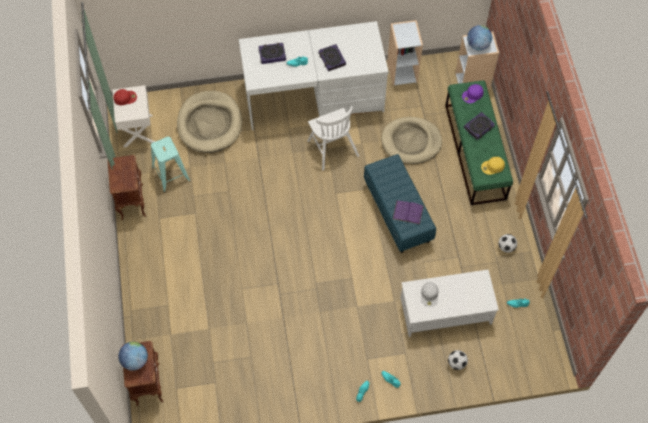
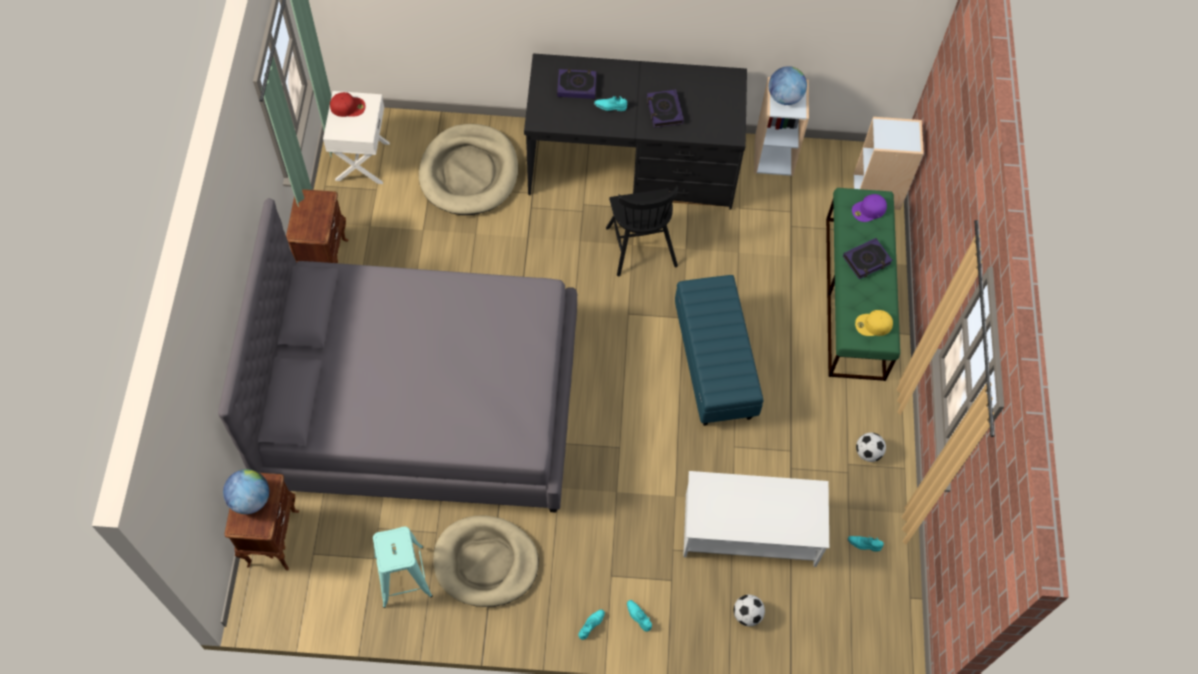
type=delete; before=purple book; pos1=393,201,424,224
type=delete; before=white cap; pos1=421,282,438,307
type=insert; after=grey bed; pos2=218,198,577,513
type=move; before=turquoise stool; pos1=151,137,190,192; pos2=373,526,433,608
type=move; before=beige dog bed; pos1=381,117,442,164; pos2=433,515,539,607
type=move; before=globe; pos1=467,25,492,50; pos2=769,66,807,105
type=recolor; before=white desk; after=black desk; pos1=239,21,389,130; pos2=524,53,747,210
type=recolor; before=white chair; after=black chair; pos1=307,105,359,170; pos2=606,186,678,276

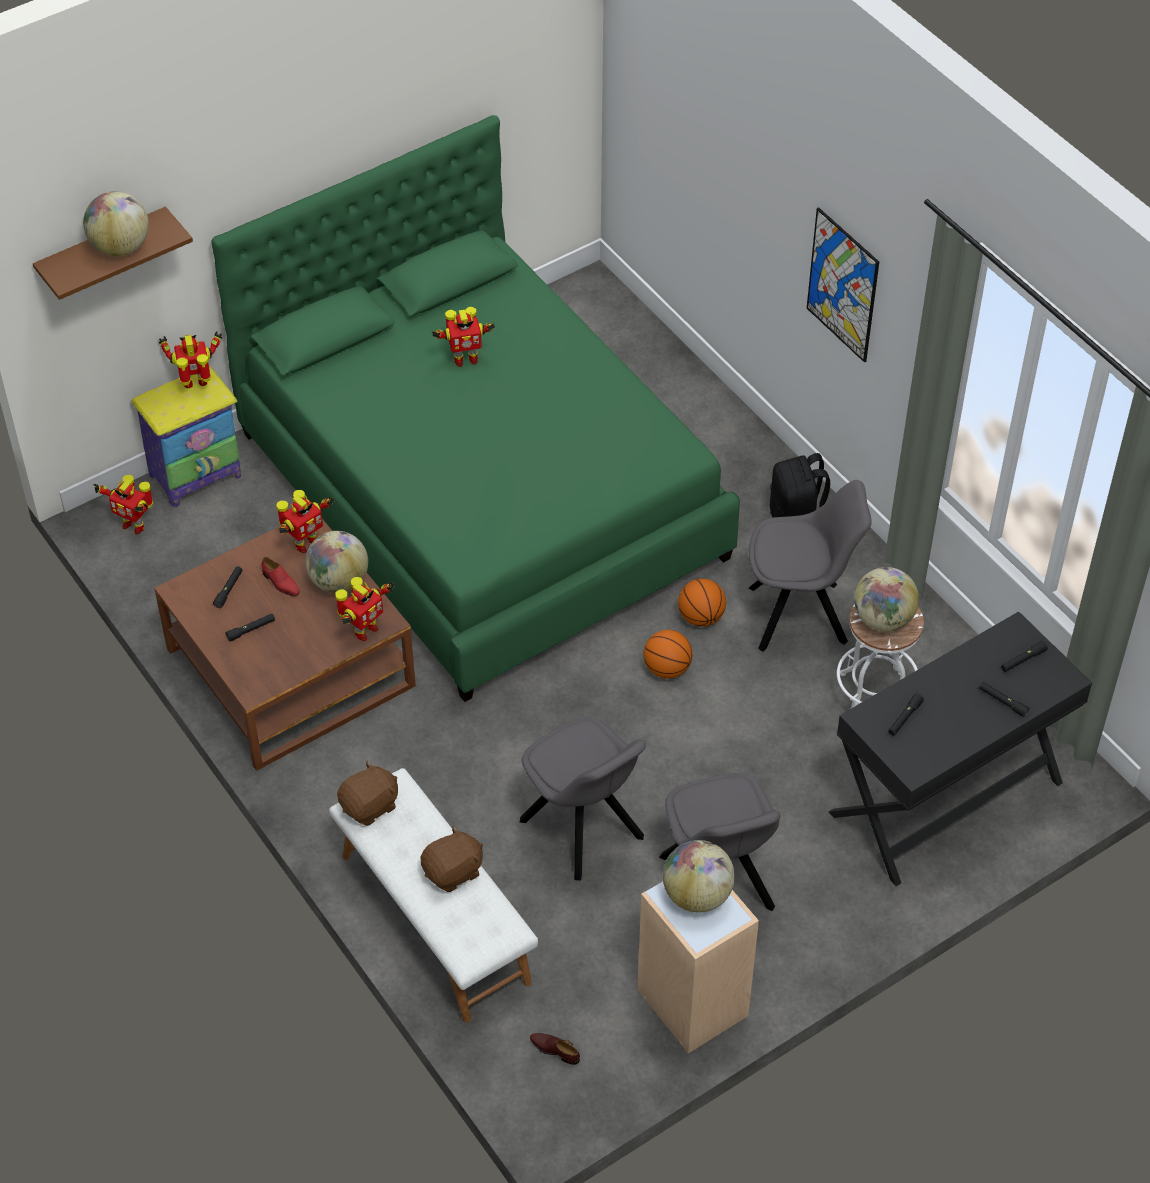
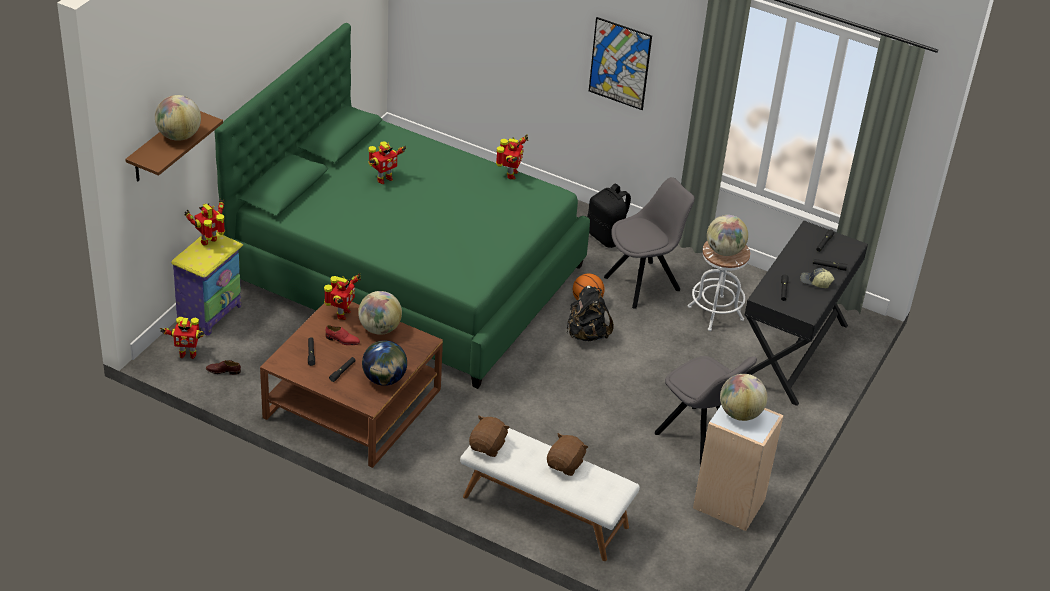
type=delete; before=grey chair; pos1=520,717,646,880
type=insert; after=globe; pos2=362,340,407,386
type=insert; after=cap; pos2=800,268,834,288
type=move; before=toy robot; pos1=335,577,394,641; pos2=496,134,528,179
type=move; before=brown shoe; pos1=530,1033,580,1065; pos2=206,360,241,375
type=replace; before=basketball; after=black backpack; pos1=644,630,692,679; pos2=567,286,614,341

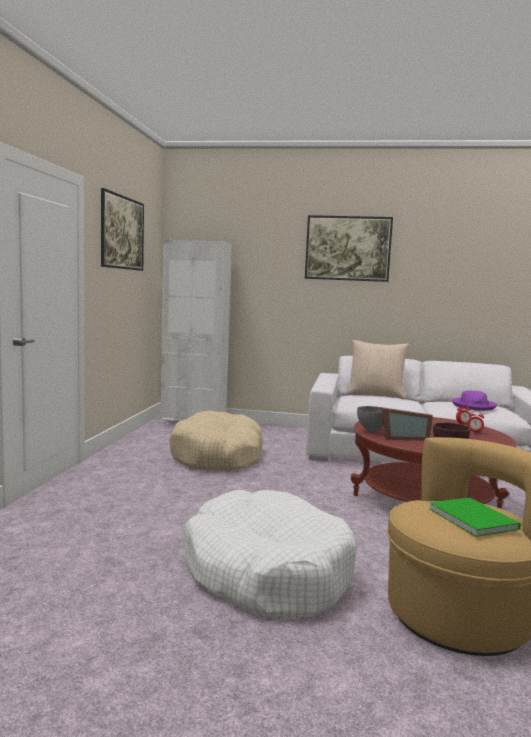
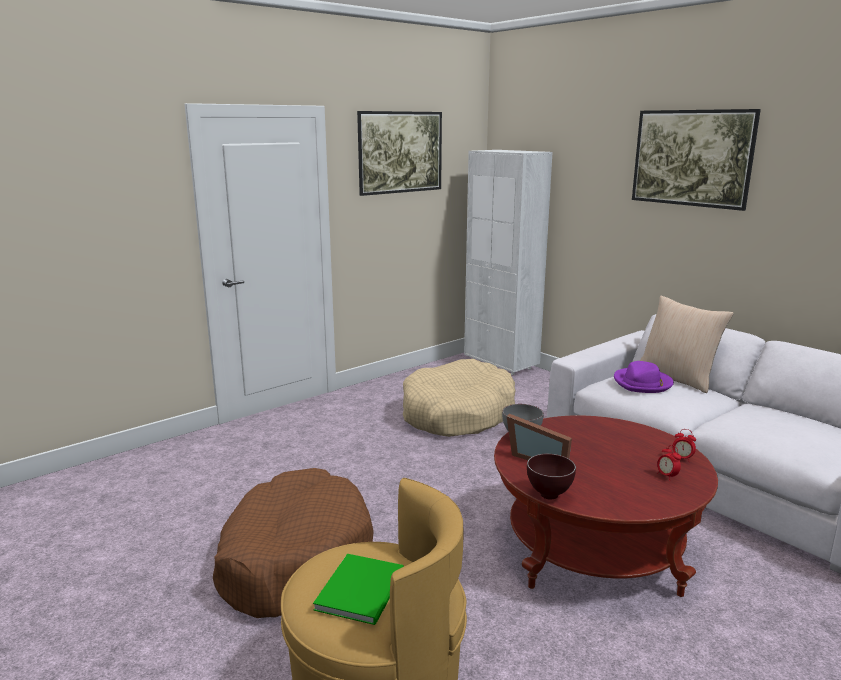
type=move; before=purple hat; pos1=451,390,497,411; pos2=614,361,674,393
type=recolor; before=white dog bed; after=brown dog bed; pos1=183,490,357,620; pos2=213,468,374,618

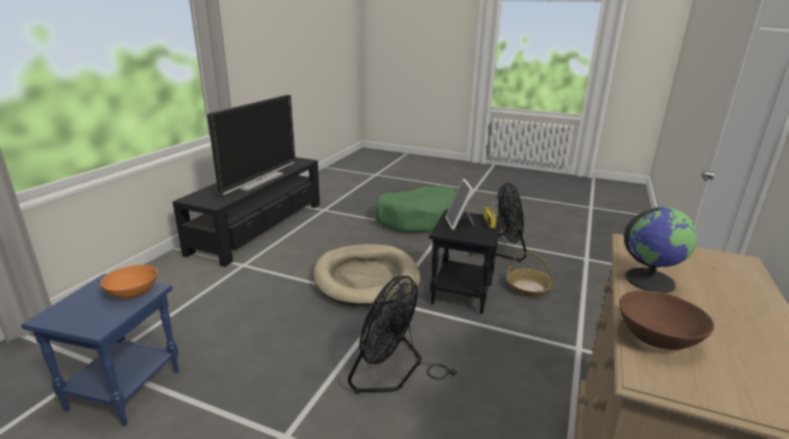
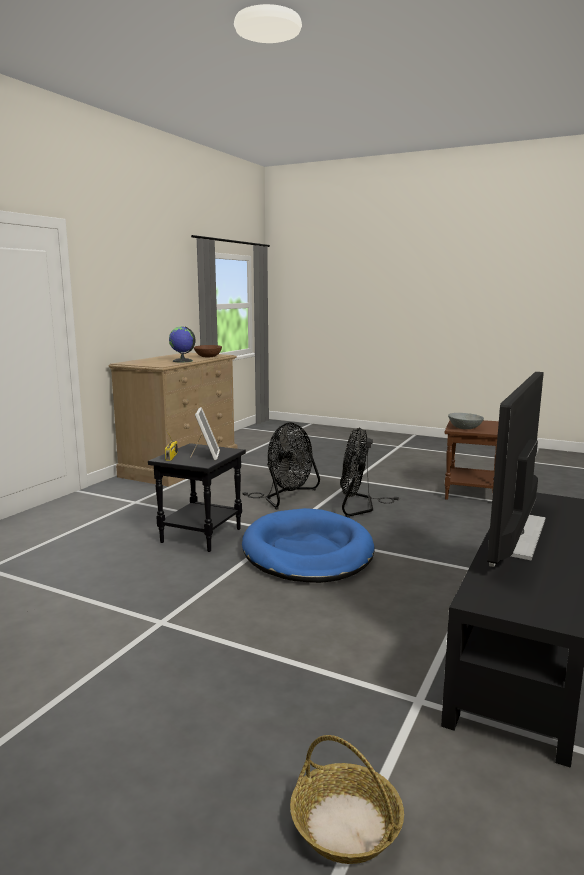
type=delete; before=green dog bed; pos1=375,185,456,233
type=move; before=black fan; pos1=467,183,527,263; pos2=340,428,400,518
type=move; before=basket; pos1=507,252,553,297; pos2=290,735,404,864
type=recolor; before=blue side table; after=brown side table; pos1=21,274,179,426; pos2=444,420,499,500
type=recolor; before=orange bowl; after=grey bowl; pos1=100,265,158,299; pos2=448,413,484,429
type=recolor; before=beige dog bed; after=blue dog bed; pos1=313,244,420,306; pos2=242,508,375,583

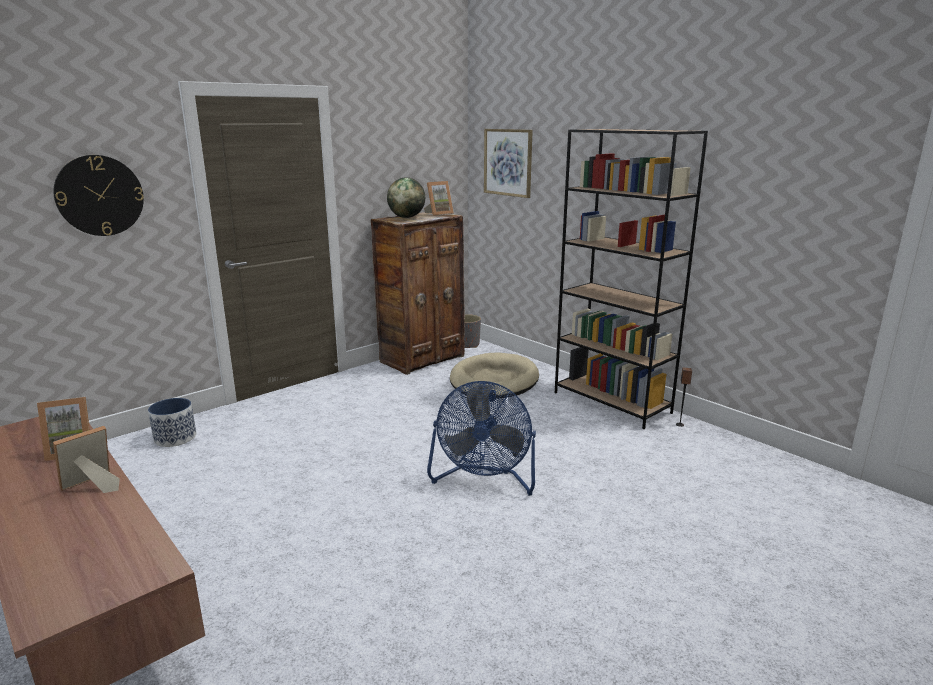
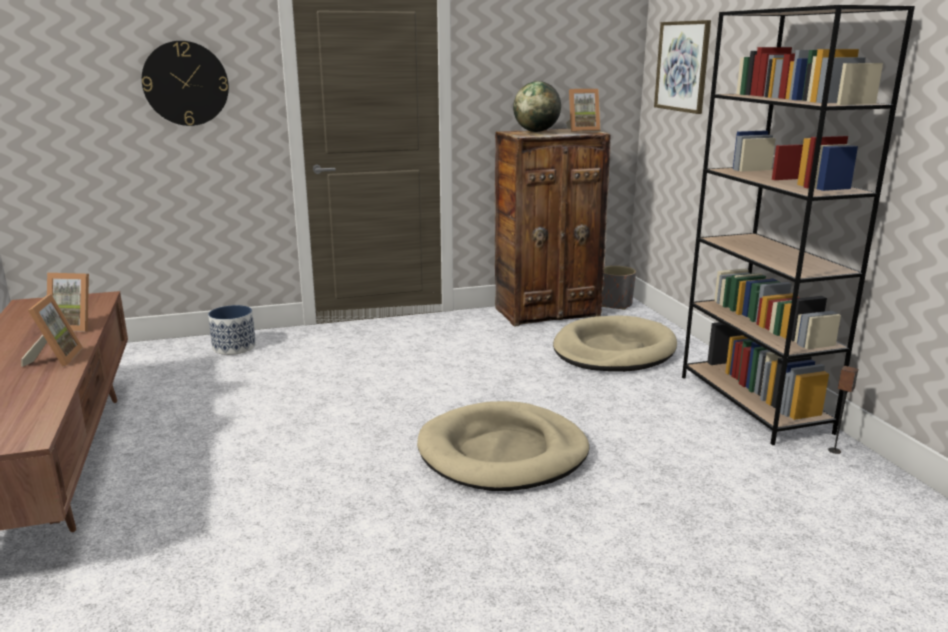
type=replace; before=blue fan; after=beige dog bed; pos1=427,381,536,496; pos2=417,401,589,491
type=rotate; before=picture frame; pos1=53,426,120,493; pos2=21,294,83,367; turn=105

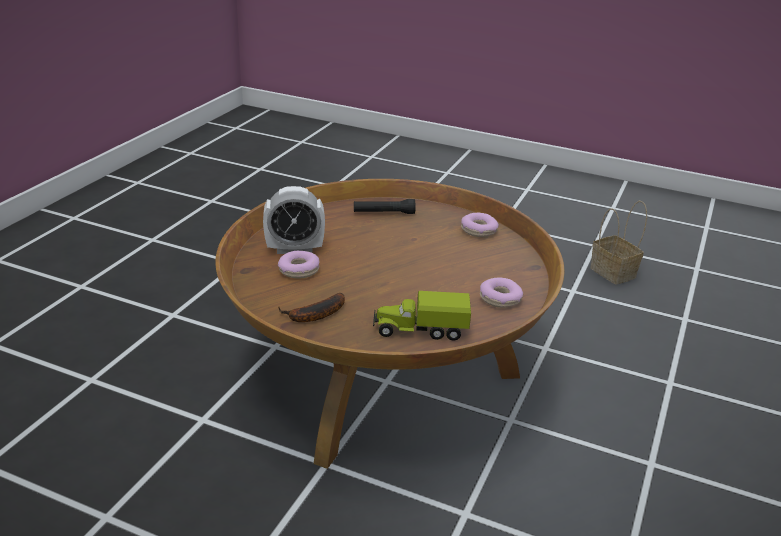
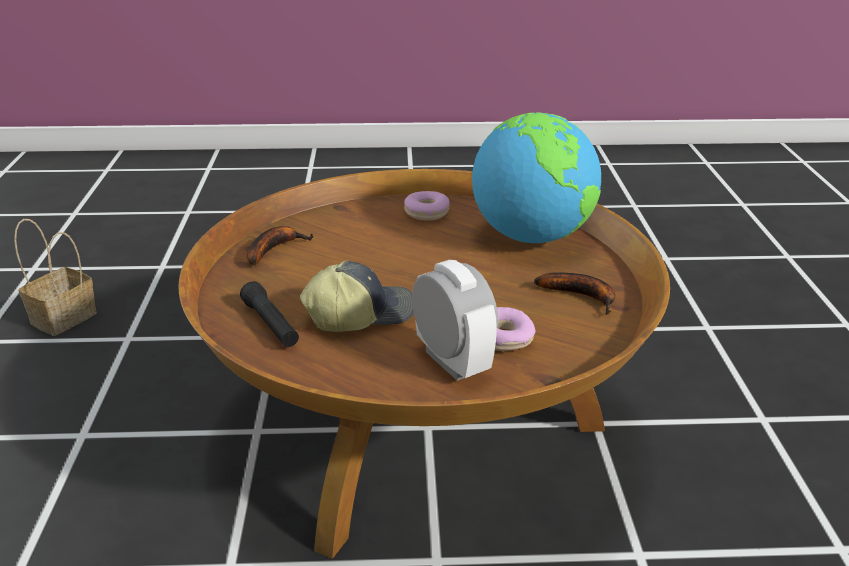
type=insert; after=cap; pos2=300,261,414,332
type=replace; before=toy truck; after=globe; pos1=373,291,471,341; pos2=472,113,601,243
type=replace; before=donut; after=banana; pos1=461,213,499,237; pos2=247,226,314,265

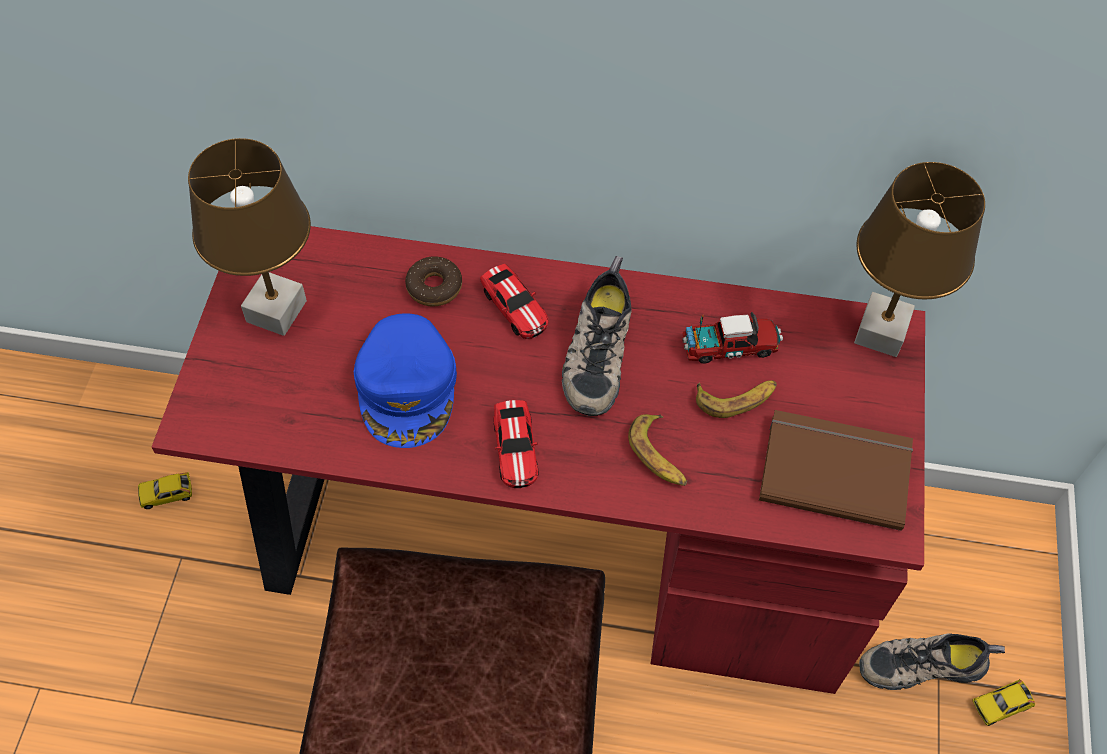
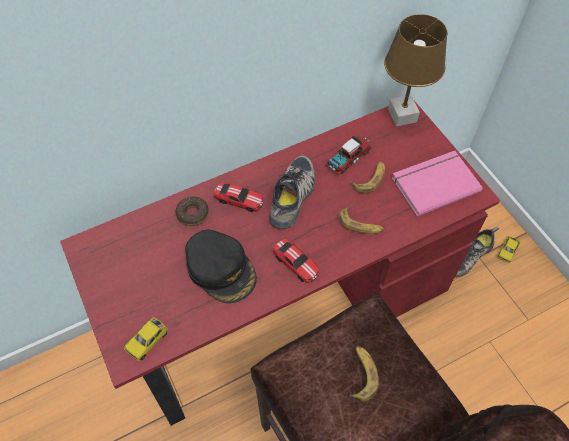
type=delete; before=brown table lamp; pos1=188,138,311,336
type=insert; after=banana; pos2=349,346,379,401
type=move; before=toy car; pos1=138,472,192,509; pos2=124,317,168,361
type=recolor; before=blue cap; after=black cap; pos1=354,313,457,448; pos2=185,230,257,303
type=recolor; before=brown book; after=pink book; pos1=759,410,913,531; pos2=392,151,483,216
type=rotate; before=shoe; pos1=562,256,631,416; pos2=269,155,315,229; turn=-135

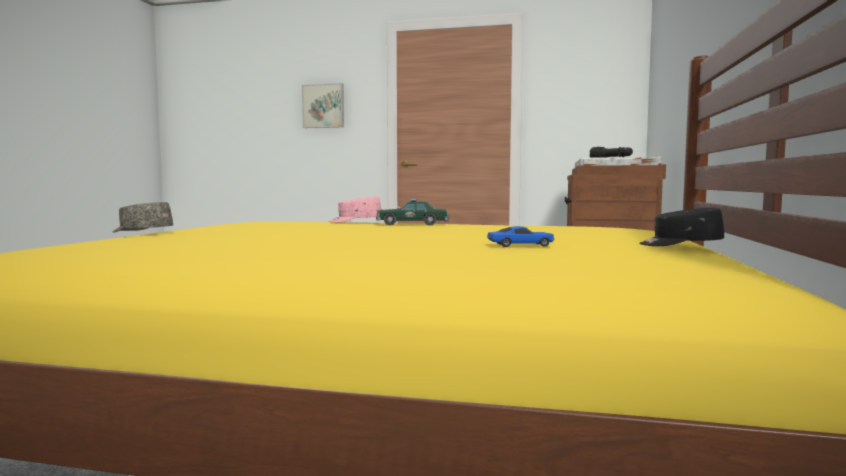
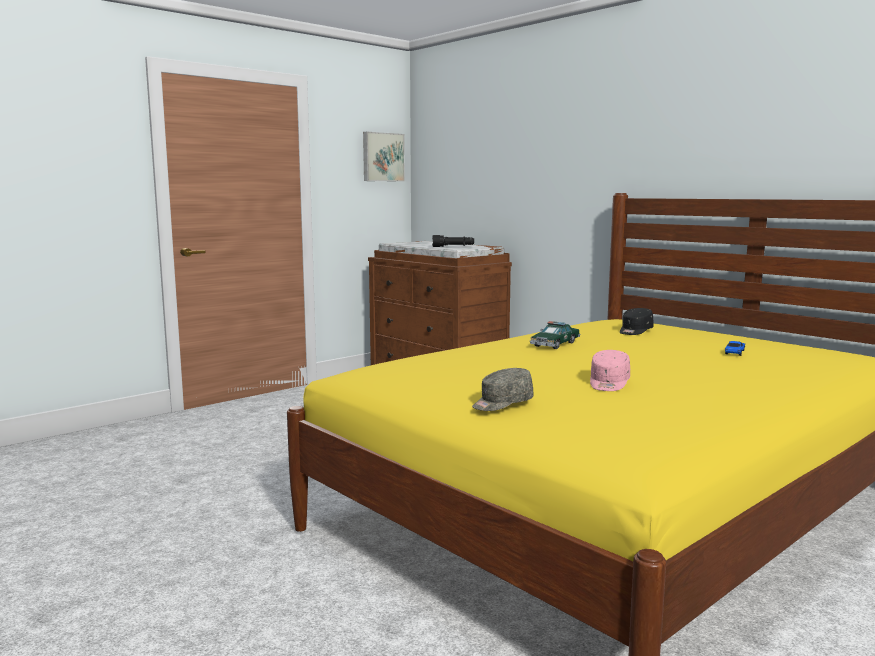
type=move; before=picture; pos1=302,83,344,128; pos2=363,132,405,182
type=move; before=pink cap; pos1=329,196,381,222; pos2=590,350,630,391
type=move; before=black cap; pos1=639,208,724,246; pos2=620,308,654,335

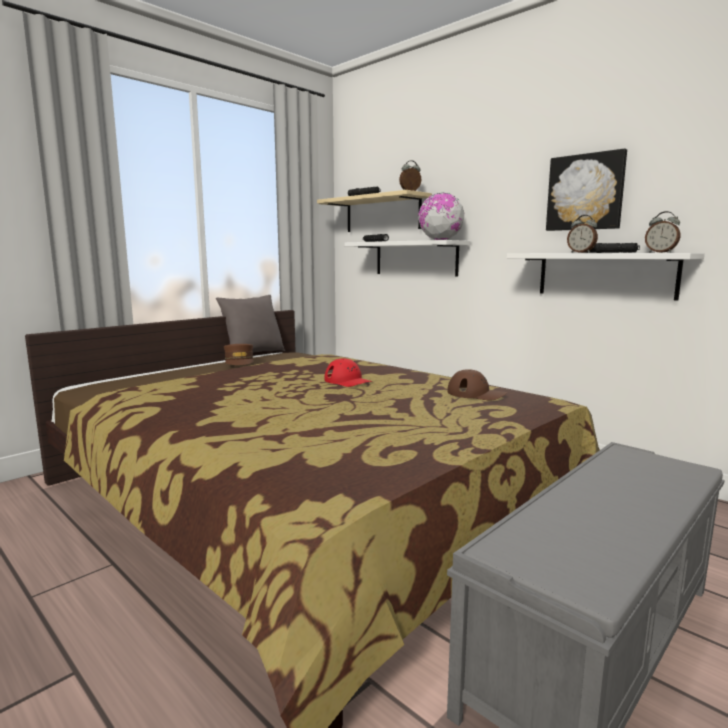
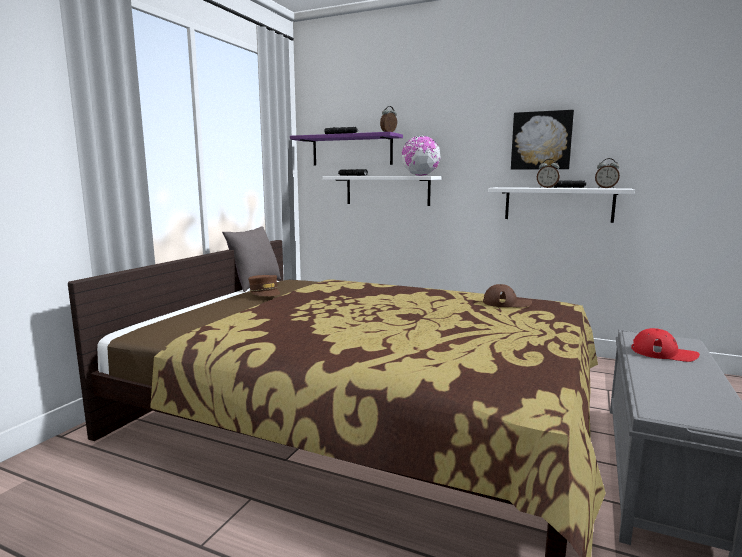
type=move; before=red cap; pos1=324,358,373,387; pos2=631,328,700,362
type=recolor; before=beige shelf; after=purple shelf; pos1=317,190,432,232; pos2=290,132,403,166

